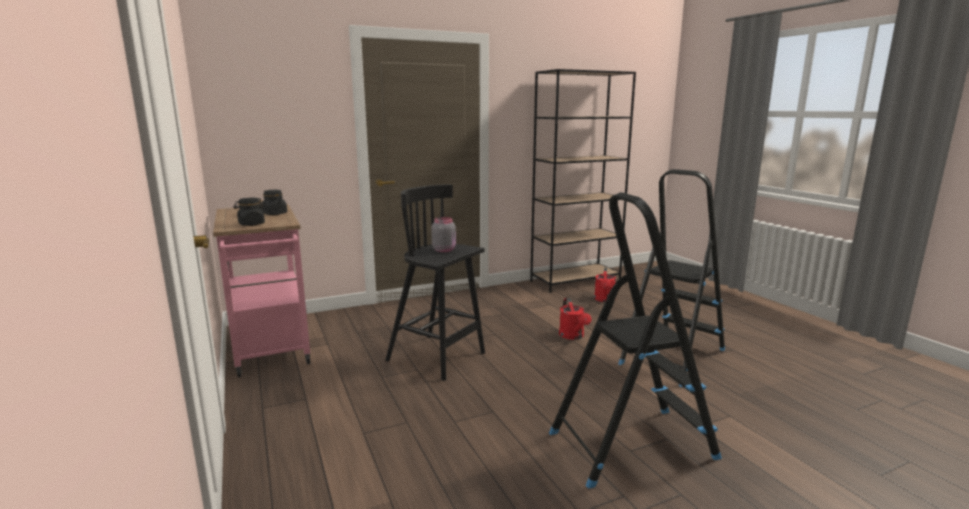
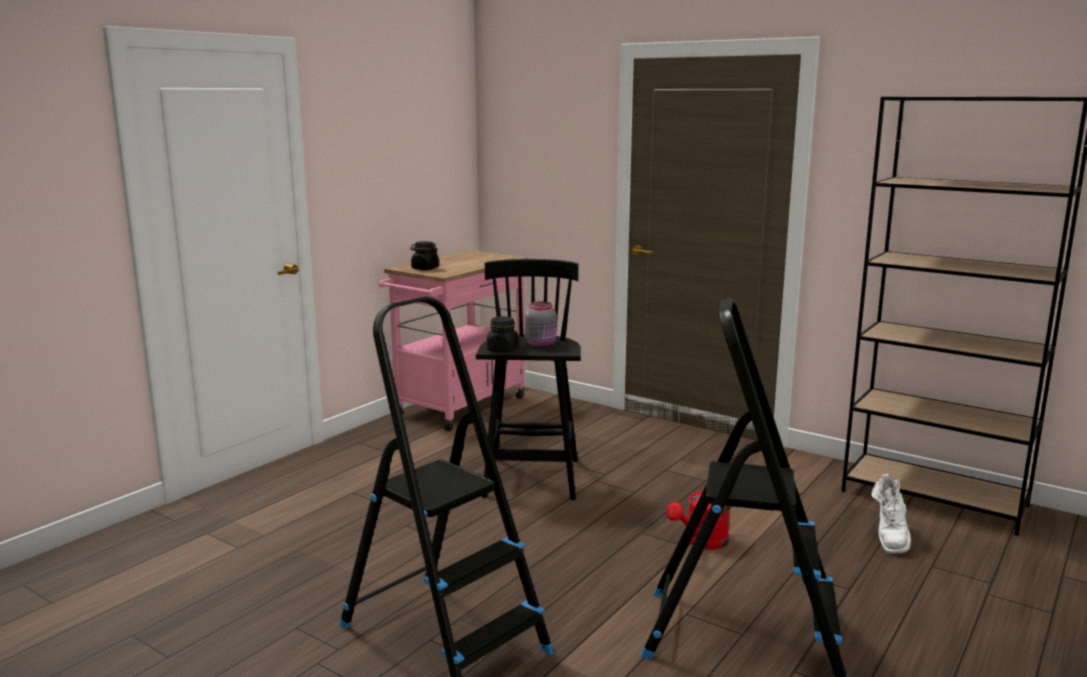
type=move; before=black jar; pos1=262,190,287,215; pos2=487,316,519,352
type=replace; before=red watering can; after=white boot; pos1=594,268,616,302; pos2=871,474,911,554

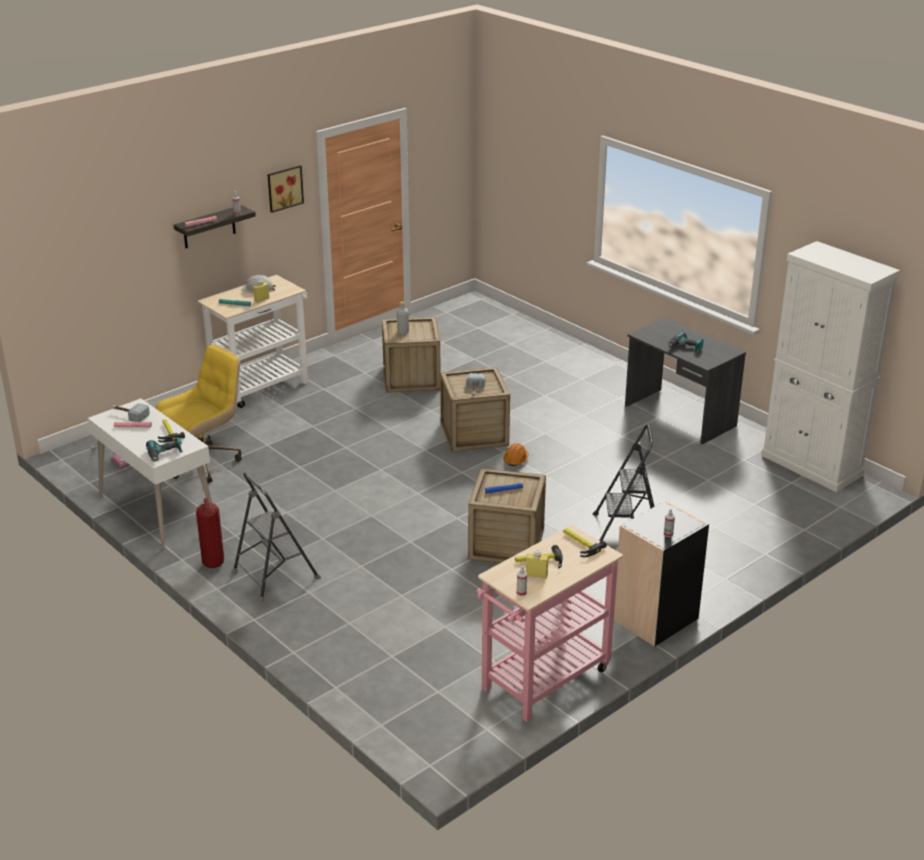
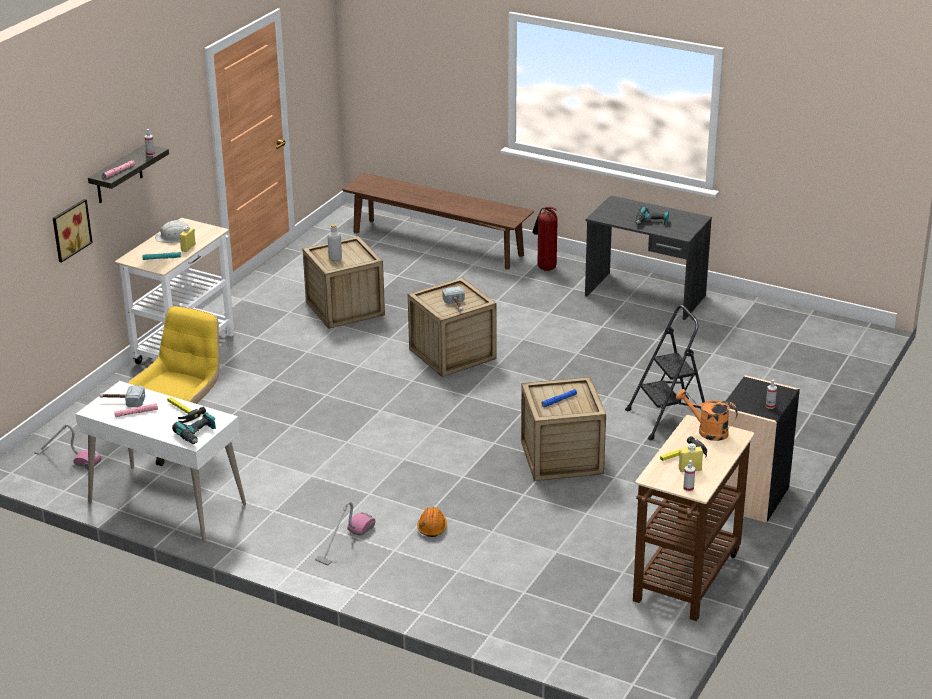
type=delete; before=white cabinet; pos1=761,241,900,492
type=insert; after=brown bench; pos2=342,173,534,270
type=move; before=fire extinguisher; pos1=196,498,224,568; pos2=532,207,558,271
type=move; before=picture; pos1=267,165,304,213; pos2=53,199,93,263
type=move; before=orange hard hat; pos1=503,443,529,466; pos2=417,507,447,537
type=replace; before=grey step ladder; after=vacuum cleaner; pos1=231,473,321,603; pos2=315,501,375,565
type=replace; before=hammer; after=orange watering can; pos1=563,528,607,558; pos2=676,389,738,441
type=recolor; before=pink cart; after=brown cart; pos1=476,525,623,722; pos2=633,415,754,621

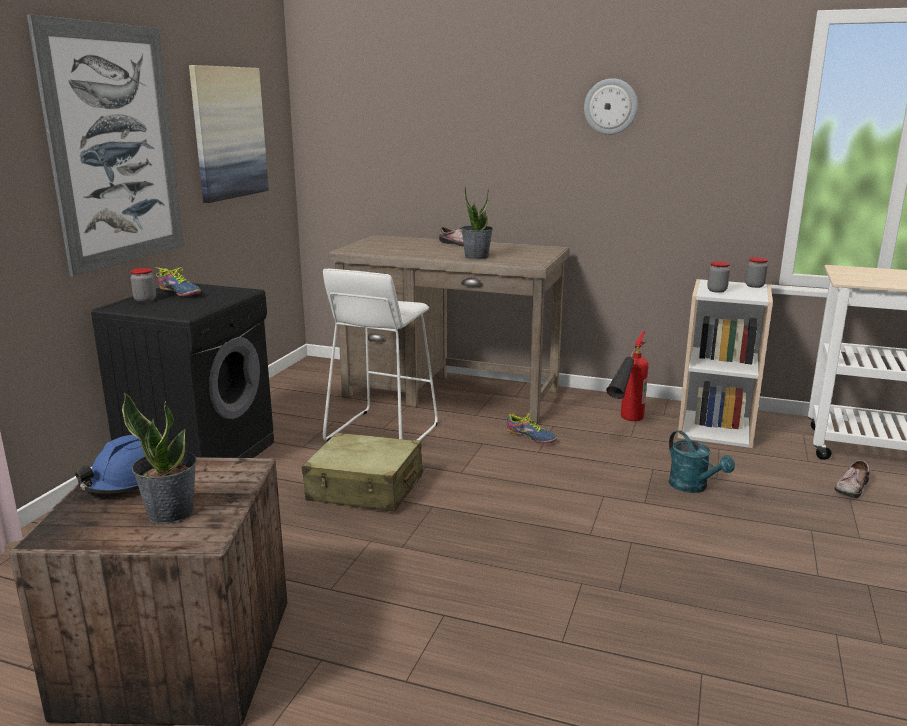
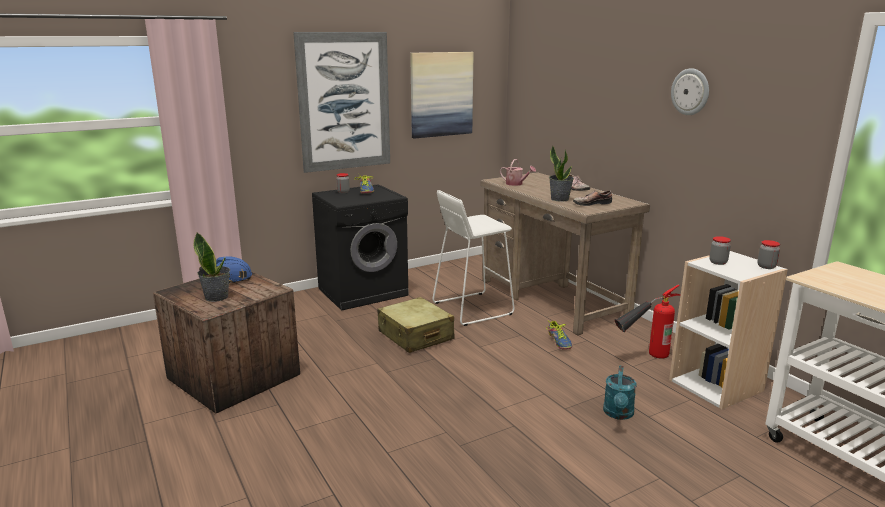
type=insert; after=watering can; pos2=500,159,536,186
type=move; before=shoe; pos1=834,460,870,498; pos2=573,190,612,206

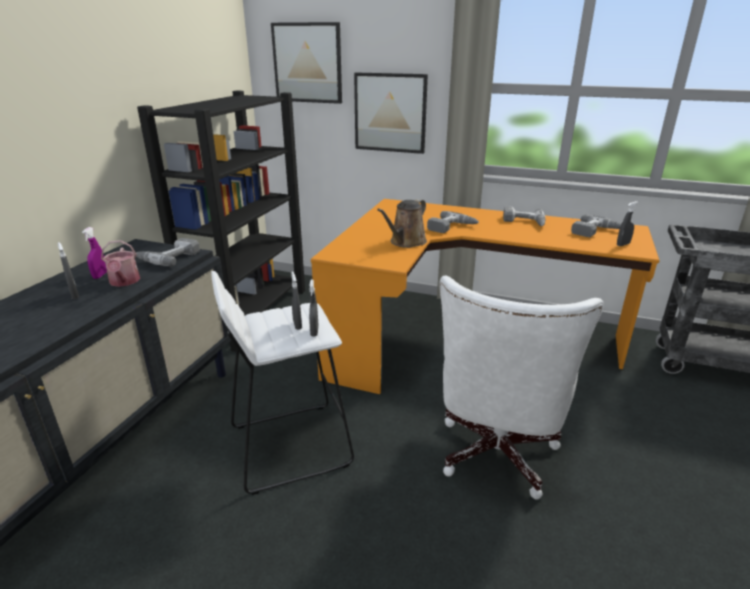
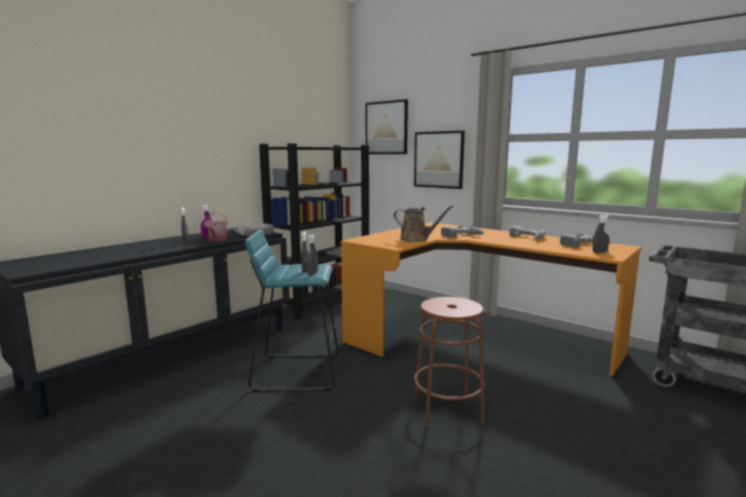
type=replace; before=white office chair; after=brown stool; pos1=439,276,604,500; pos2=414,297,485,426
type=recolor; before=white stool; after=turquoise stool; pos1=211,271,354,495; pos2=245,229,339,391
type=rotate; before=brown watering can; pos1=377,199,427,248; pos2=394,205,454,242; turn=-120

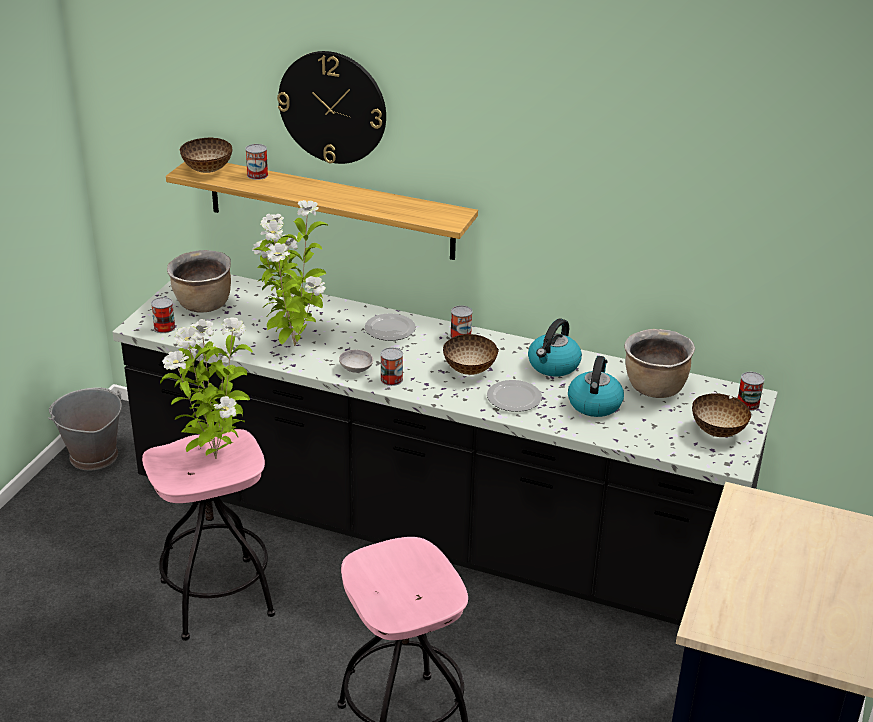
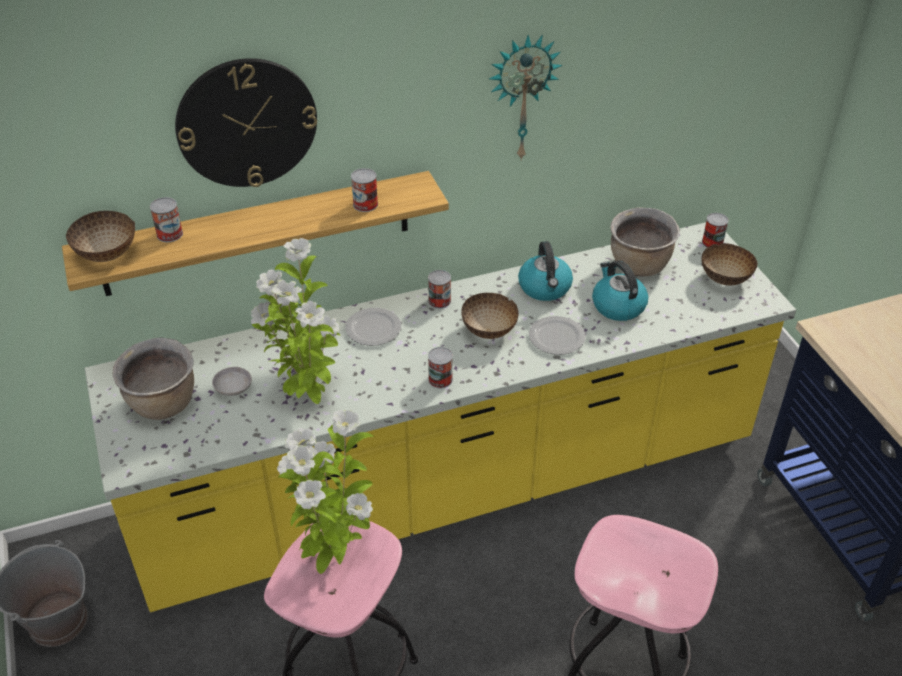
type=insert; after=wall clock; pos2=489,34,563,160
type=move; before=can; pos1=151,297,175,333; pos2=351,168,378,212
type=move; before=grey bowl; pos1=339,350,373,373; pos2=212,367,252,396
type=recolor; before=black counter; after=yellow counter; pos1=113,274,778,625; pos2=85,222,796,612

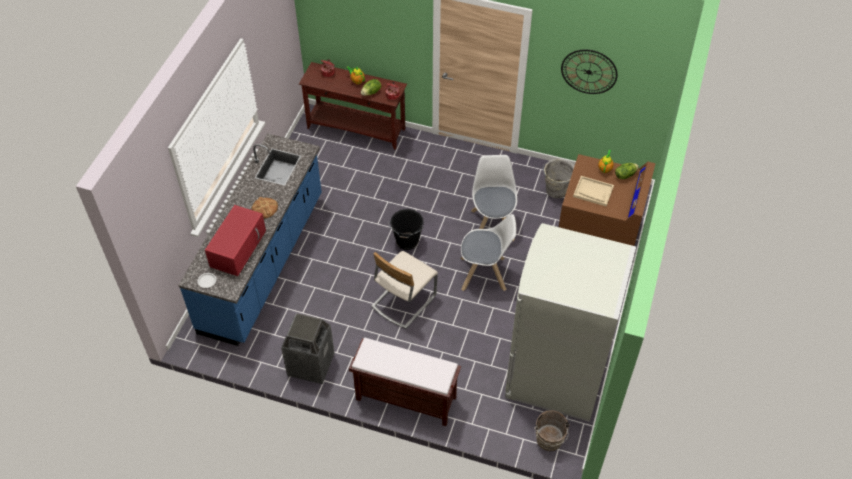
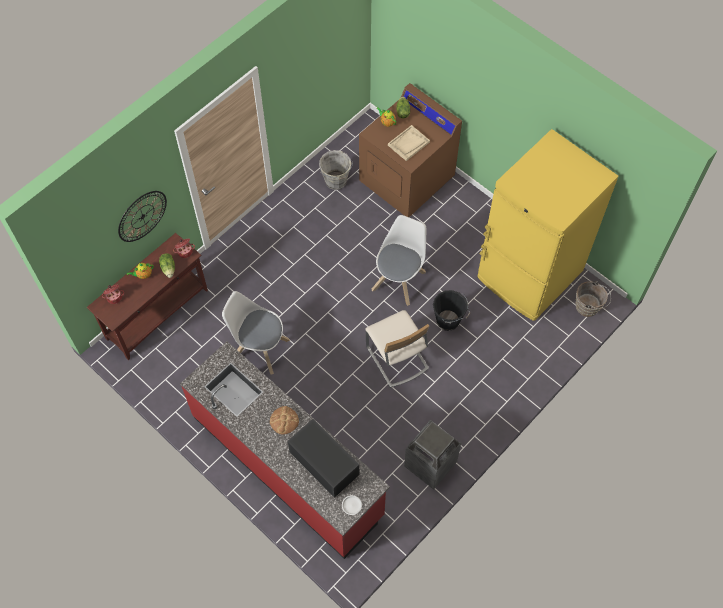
type=delete; before=brown bench; pos1=349,337,461,426
type=move; before=black bucket; pos1=388,209,424,250; pos2=433,290,470,331
type=move; before=chair; pos1=471,155,517,241; pos2=222,291,290,374
type=move; before=wall clock; pos1=561,50,618,94; pos2=118,191,167,242
type=recolor; before=blue counter; after=red counter; pos1=178,133,322,346; pos2=180,341,390,559
type=recolor; before=red microwave; after=black microwave; pos1=205,205,266,276; pos2=288,419,359,498
type=recolor; before=white fridge; after=yellow fridge; pos1=505,223,636,422; pos2=477,129,618,321

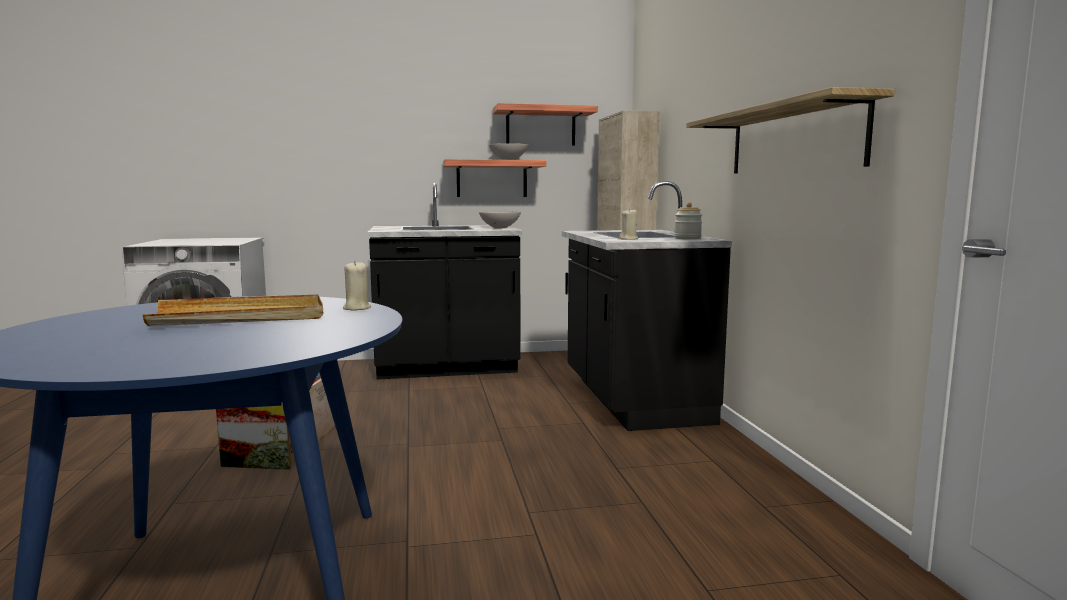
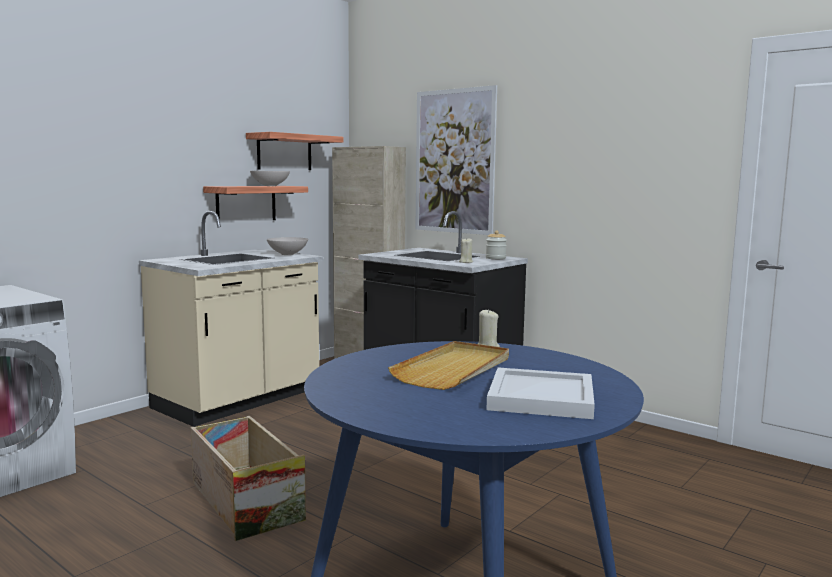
type=delete; before=shelf; pos1=686,87,895,173
type=insert; after=picture; pos2=415,85,497,235
type=insert; after=white tray; pos2=487,367,595,419
type=recolor; before=black counter; after=beige counter; pos1=367,183,522,380; pos2=139,211,323,427

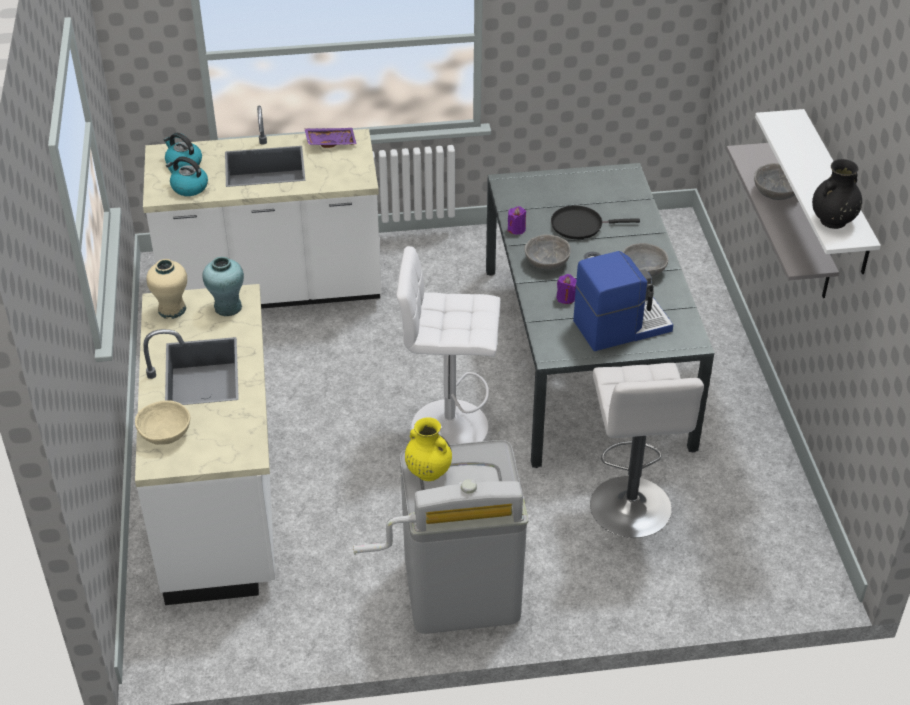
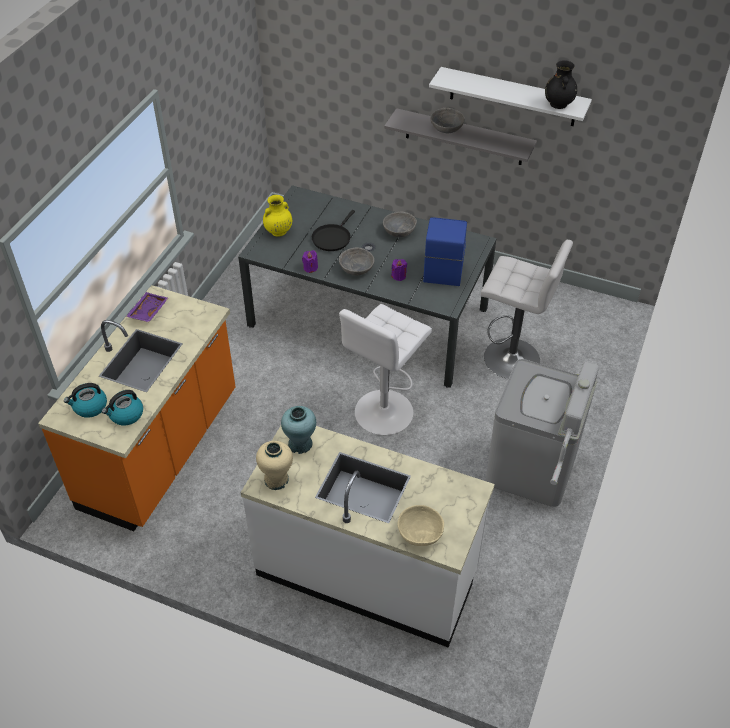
type=move; before=yellow vase; pos1=405,417,452,481; pos2=263,195,292,237
type=recolor; before=white counter; after=orange counter; pos1=143,105,382,309; pos2=38,285,236,531

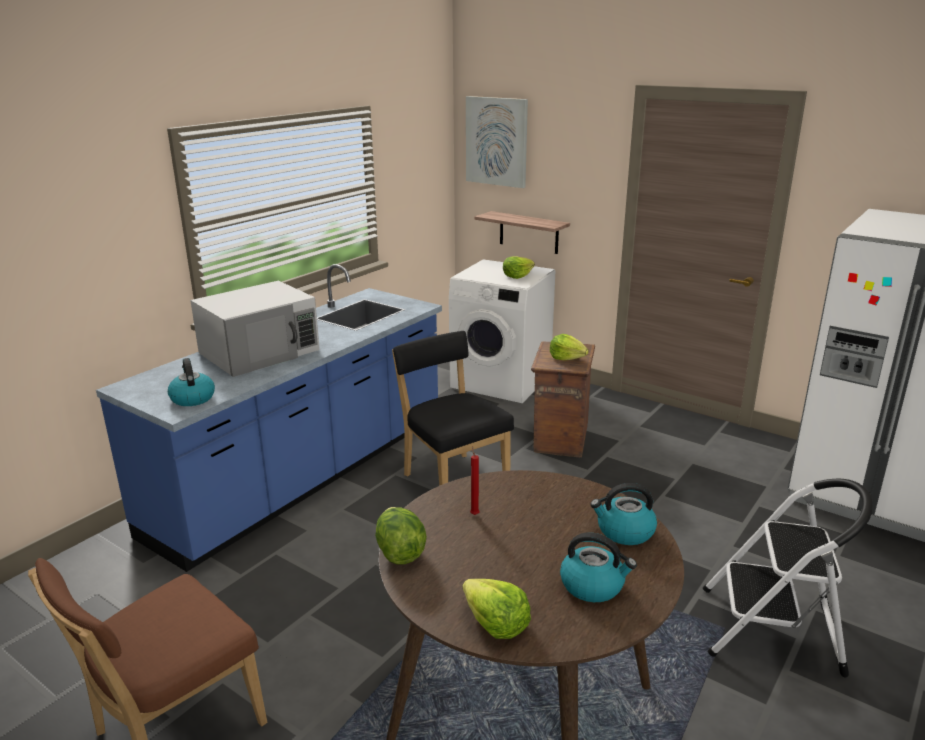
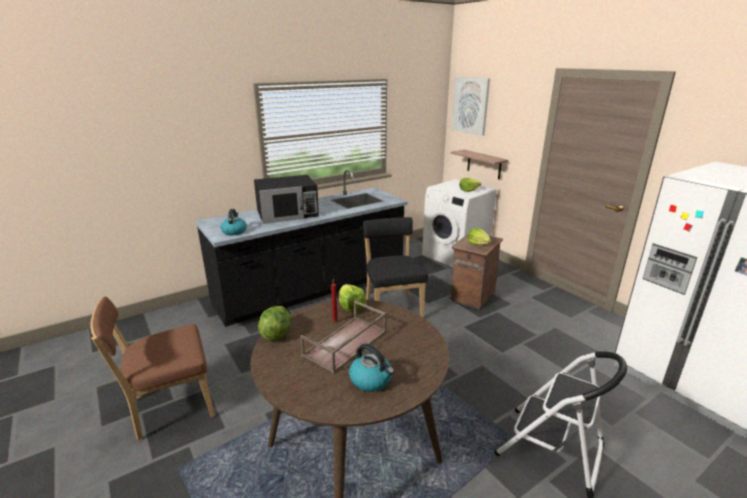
type=delete; before=kettle; pos1=590,483,657,545
type=insert; after=brown tray; pos2=300,301,387,373
type=move; before=lettuce; pos1=462,579,531,639; pos2=339,284,367,312
type=recolor; before=blue counter; after=black counter; pos1=96,264,442,572; pos2=195,170,408,327
type=recolor; before=white microwave; after=black microwave; pos1=190,281,320,377; pos2=254,175,319,224

